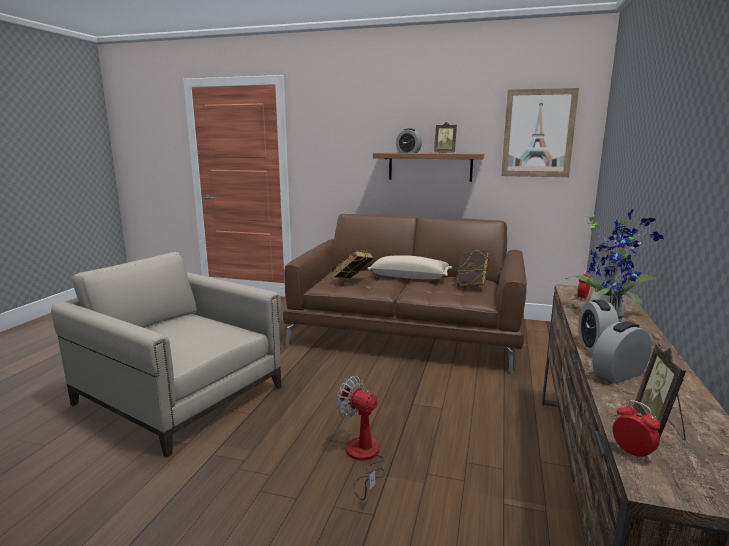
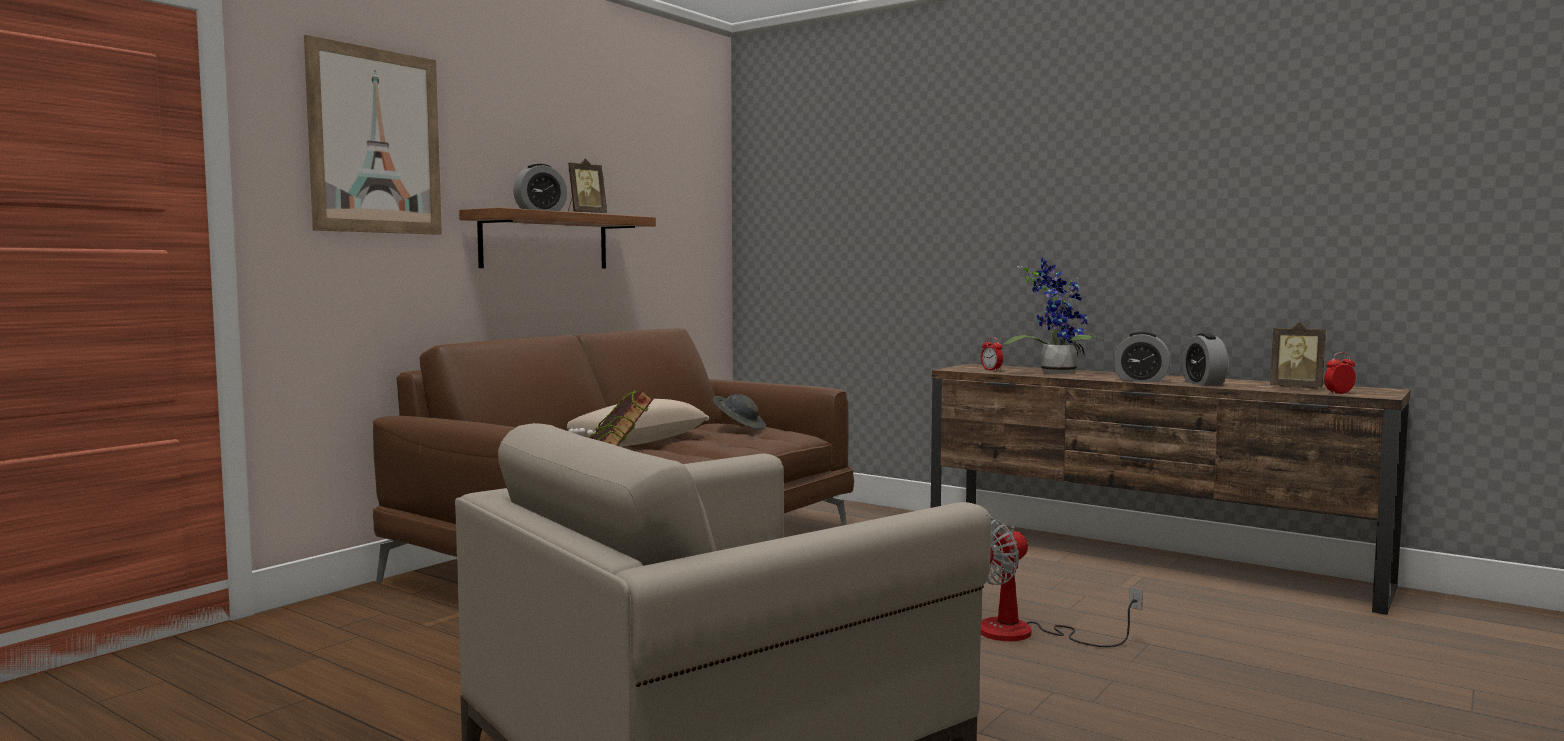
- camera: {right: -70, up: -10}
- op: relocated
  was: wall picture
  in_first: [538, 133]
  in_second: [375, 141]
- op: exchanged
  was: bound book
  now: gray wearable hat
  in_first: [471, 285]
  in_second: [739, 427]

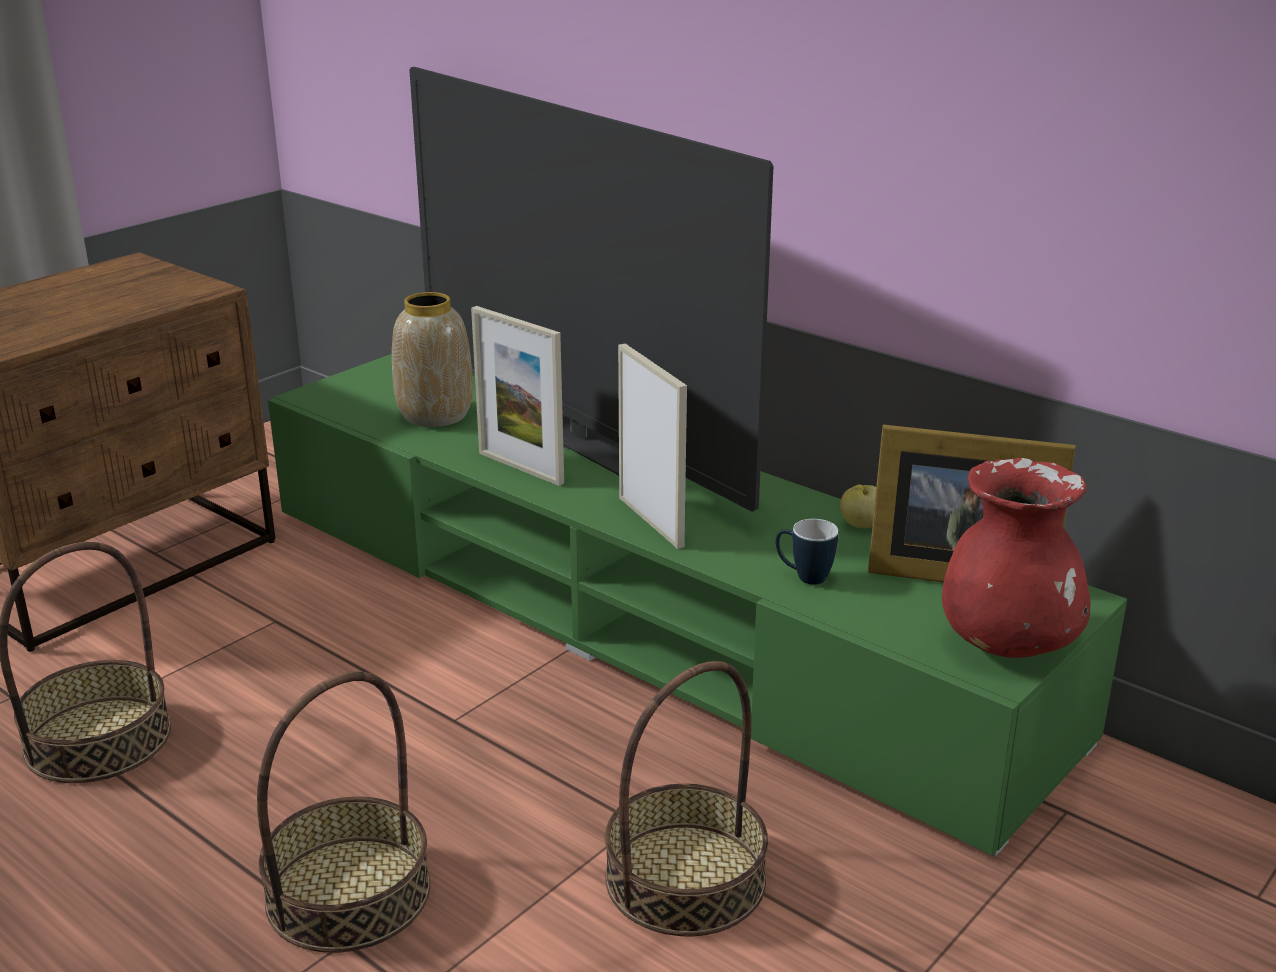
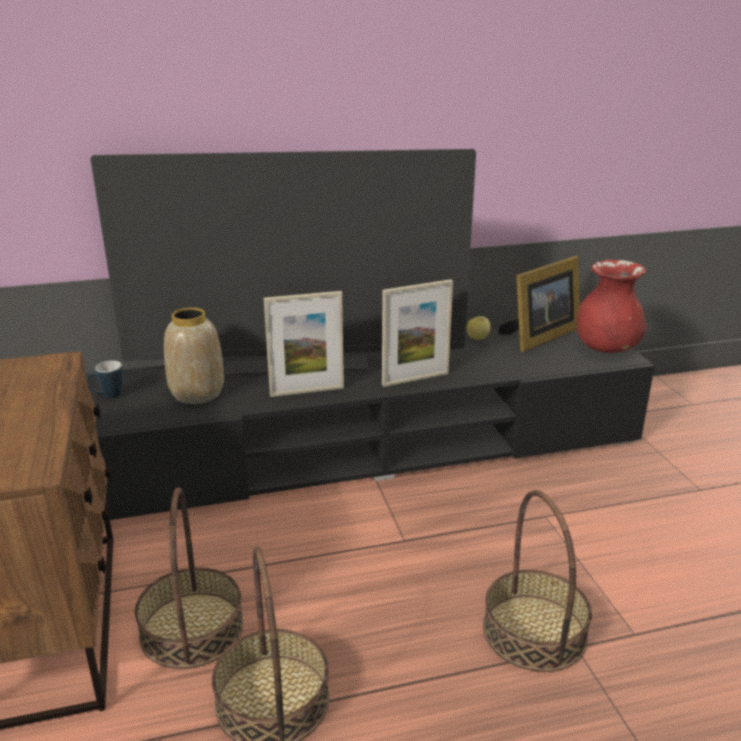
- camera: {right: -55, up: 0}
- op: relocated
  was: household basket
  in_first: [685, 878]
  in_second: [191, 629]
- op: relocated
  was: coffee mug
  in_first: [803, 577]
  in_second: [108, 396]
- op: colour
  was: green tv unit
  now: black tv unit
  in_first: [639, 618]
  in_second: [371, 449]
- op: spun
  was: picture frame
  in_first: [650, 521]
  in_second: [415, 379]
  clockwise: 150

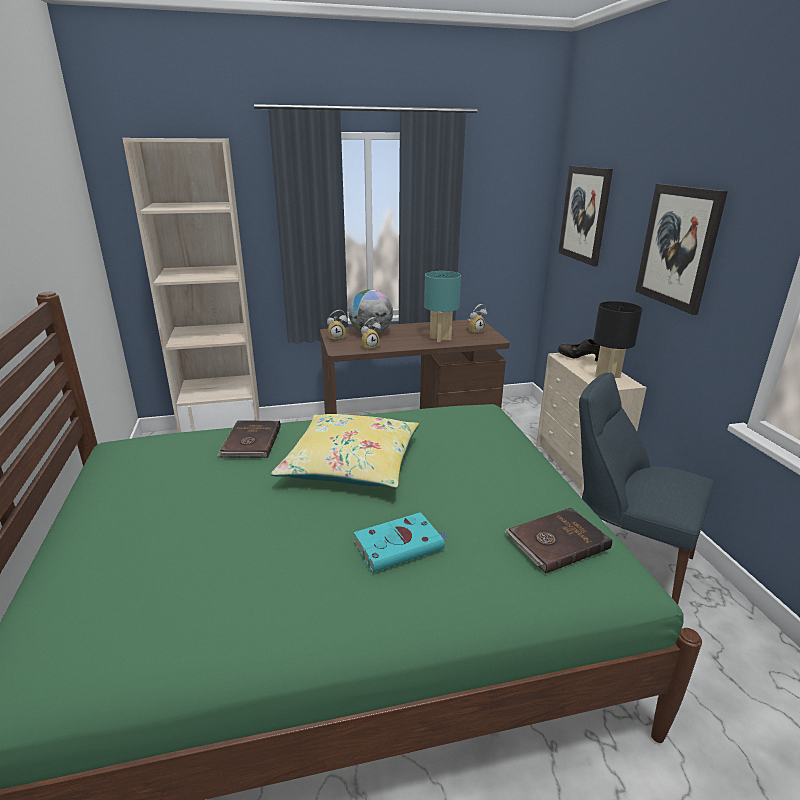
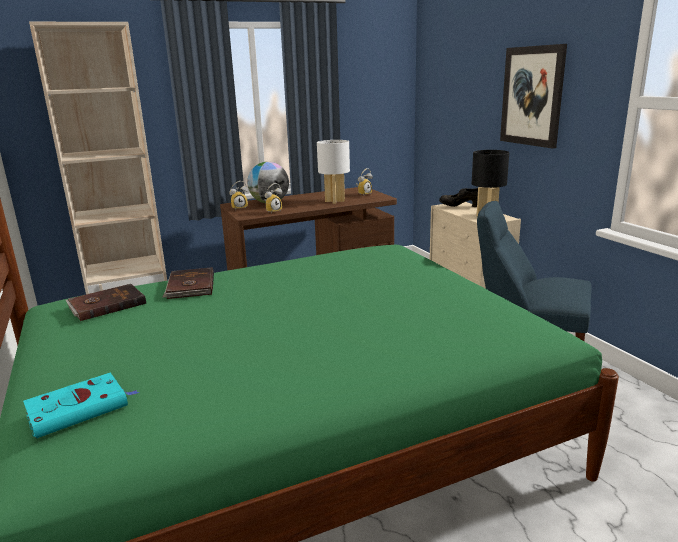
- camera: {right: -10, up: -5}
- op: missing
  was: yellowish cushion
  in_first: [351, 463]
- op: missing
  was: wall picture
  in_first: [585, 214]
- op: relocated
  was: blue-green bound book
  in_first: [400, 545]
  in_second: [80, 408]
- op: relocated
  was: brown-coloured bound book
  in_first: [556, 542]
  in_second: [106, 304]
- op: colour
  was: blue-green table lamp
  now: white table lamp
  in_first: [440, 338]
  in_second: [335, 201]

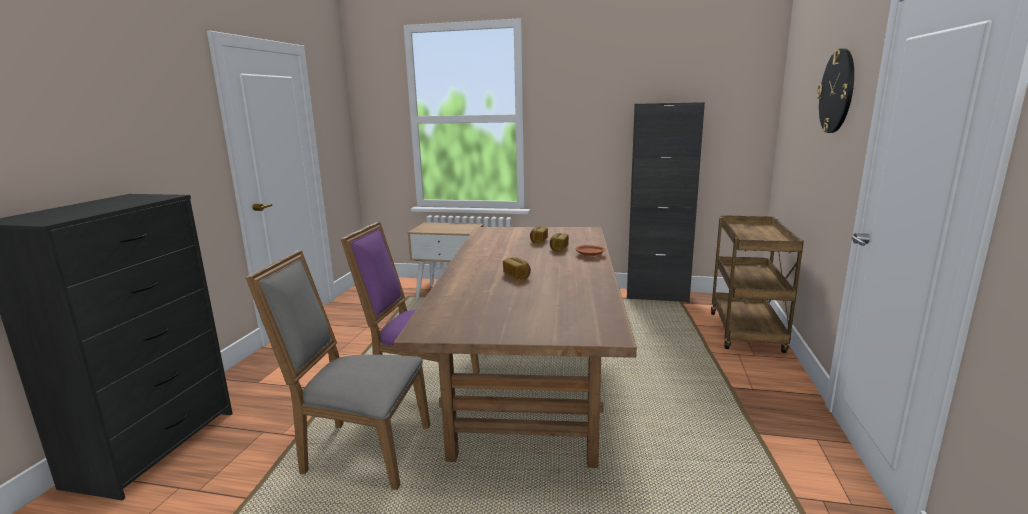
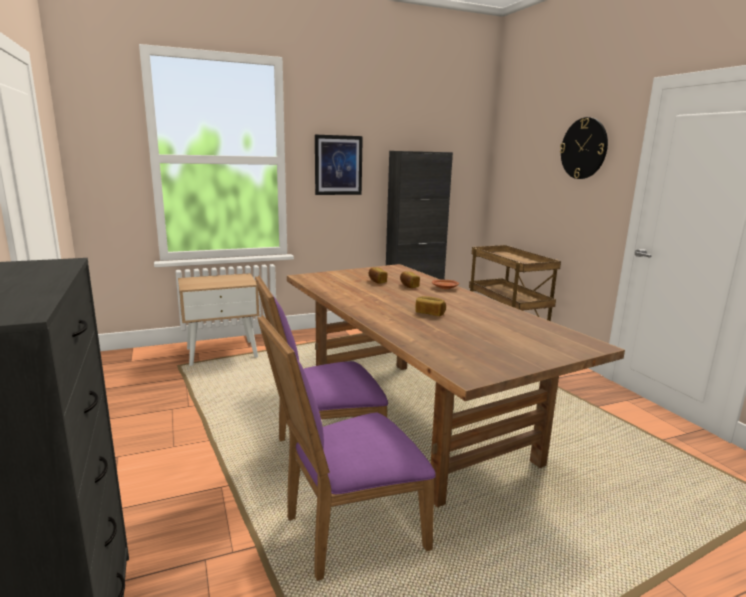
- camera: {right: -35, up: 0}
- op: appeared
  now: wall picture
  in_second: [338, 165]
- op: colour
  was: gray plain chair
  now: purple plain chair
  in_first: [360, 451]
  in_second: [346, 532]

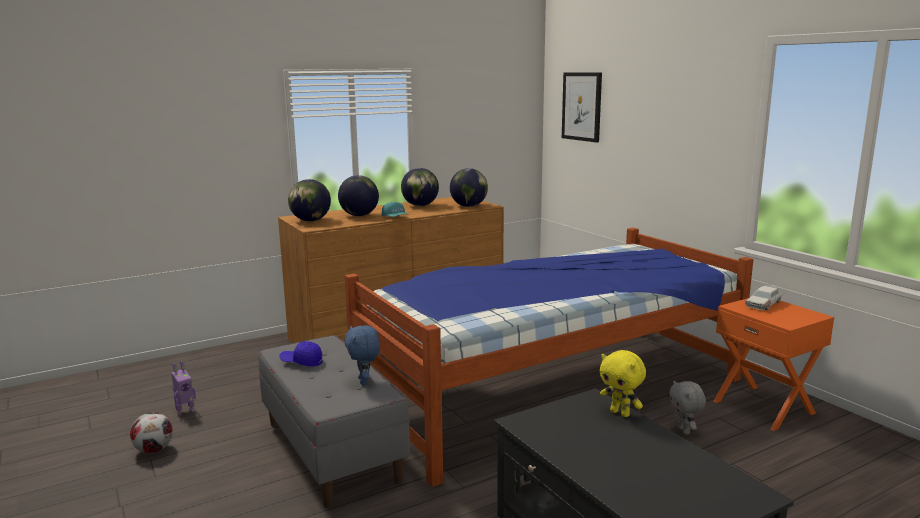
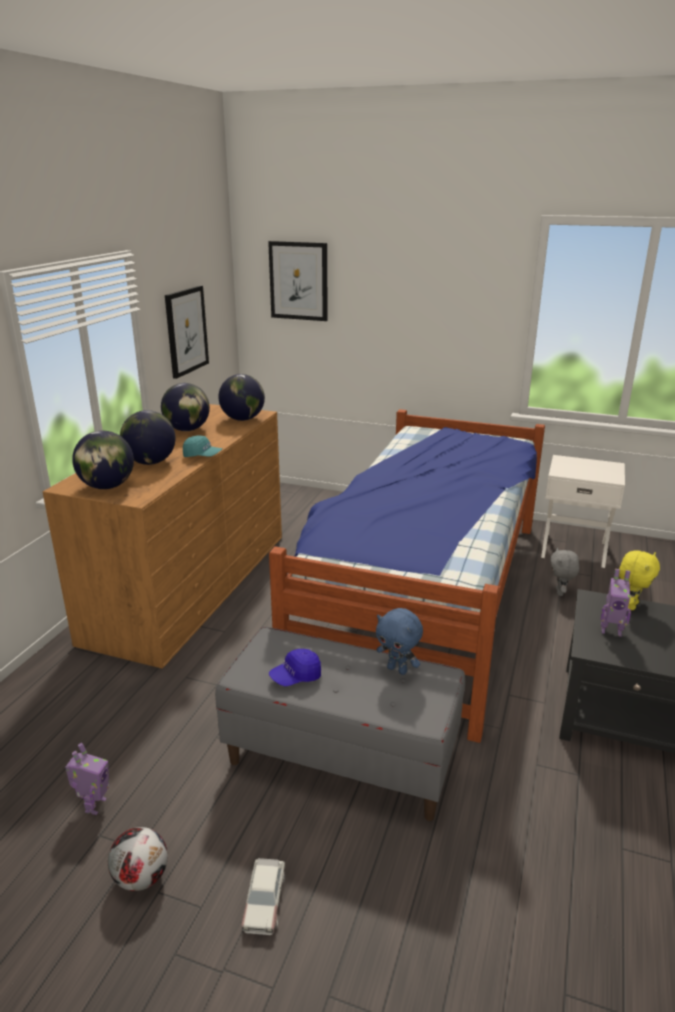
- camera: {right: -40, up: 10}
- op: appeared
  now: wall picture
  in_second: [186, 331]
- op: appeared
  now: toy robot
  in_second: [611, 630]
- op: relocated
  was: model car
  in_first: [763, 304]
  in_second: [264, 900]
- op: colour
  was: orange-coloured night table
  now: white night table
  in_first: [764, 407]
  in_second: [574, 549]
- op: spun
  was: yellowish cuddly toy
  in_first: [620, 413]
  in_second: [631, 605]
  clockwise: -60
- op: spun
  was: gray cuddly toy
  in_first: [684, 431]
  in_second: [560, 592]
  clockwise: 60

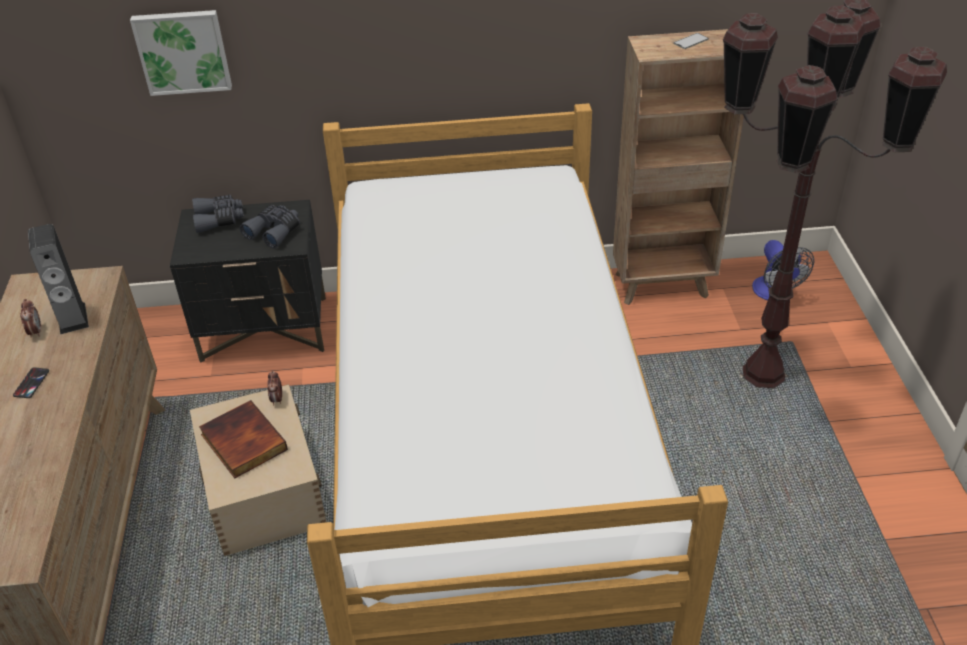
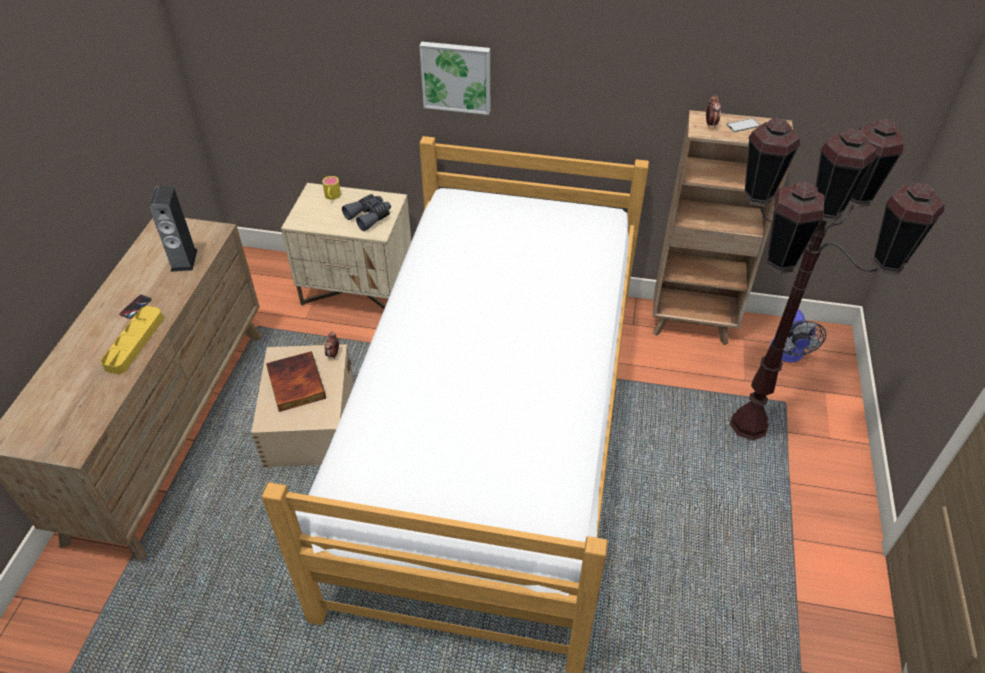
- camera: {right: 15, up: 5}
- op: appeared
  now: yellowish carrying tray
  in_second: [134, 342]
- op: relocated
  was: table clock
  in_first: [35, 332]
  in_second: [710, 124]
- op: relocated
  was: wall picture
  in_first: [183, 51]
  in_second: [456, 76]
- op: exchanged
  was: gray binoculars
  now: yellowish coffee mug
  in_first: [219, 219]
  in_second: [332, 197]
- op: colour
  was: black night table
  now: beige-coloured night table
  in_first: [265, 329]
  in_second: [358, 289]

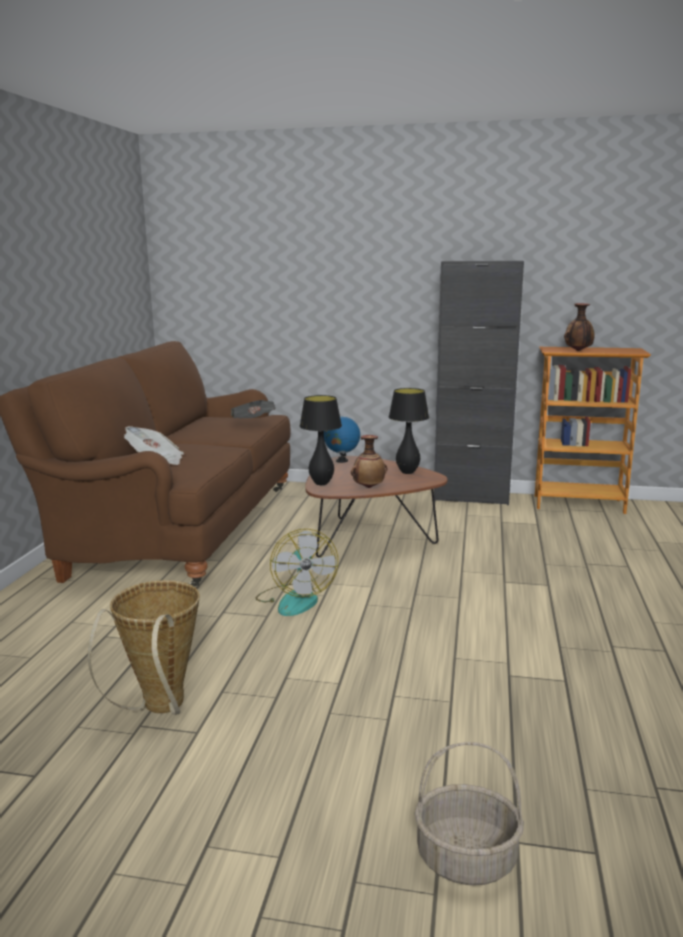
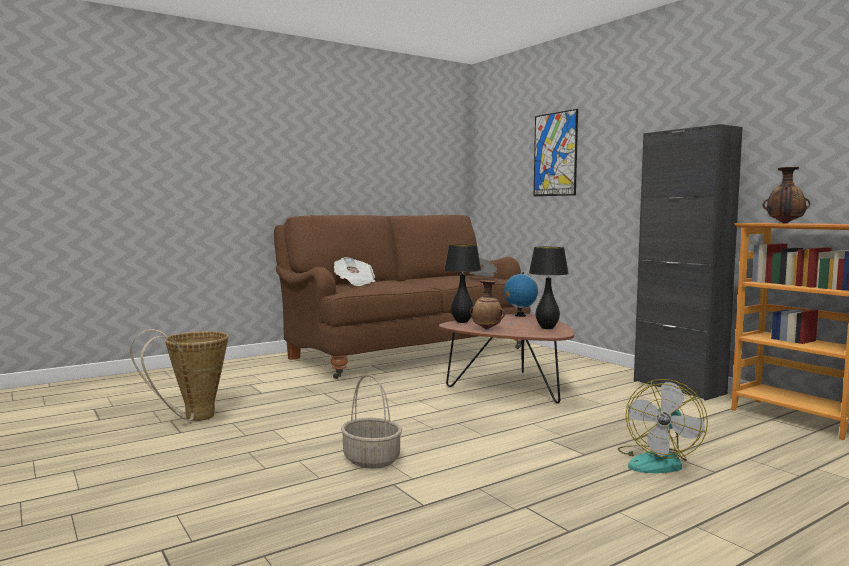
- camera: {right: 45, up: -10}
- op: appeared
  now: wall picture
  in_second: [555, 154]
- op: relocated
  was: electric fan
  in_first: [295, 599]
  in_second: [658, 461]
- op: relocated
  was: household basket
  in_first: [465, 859]
  in_second: [370, 459]

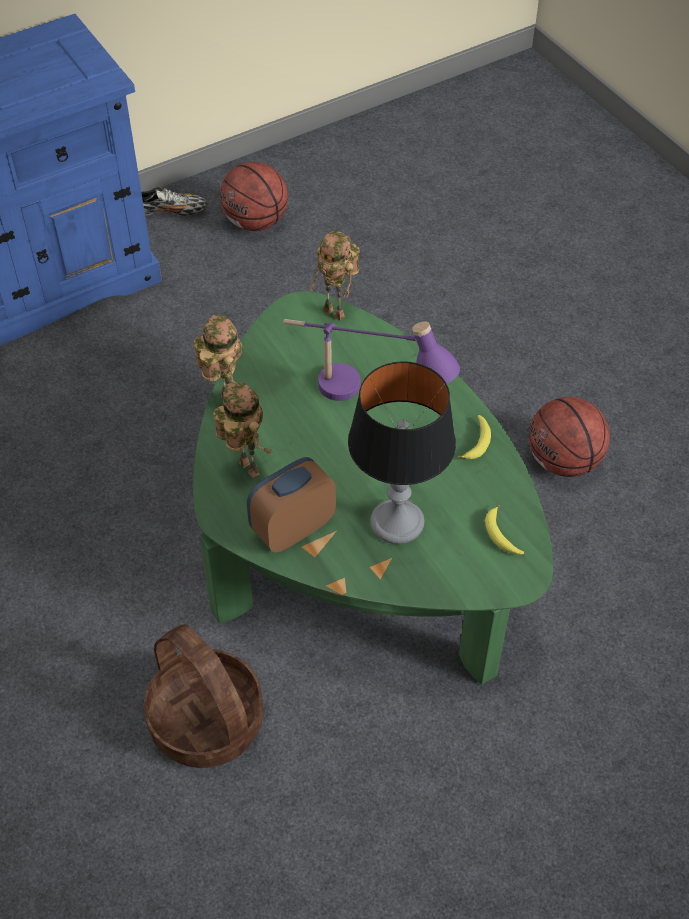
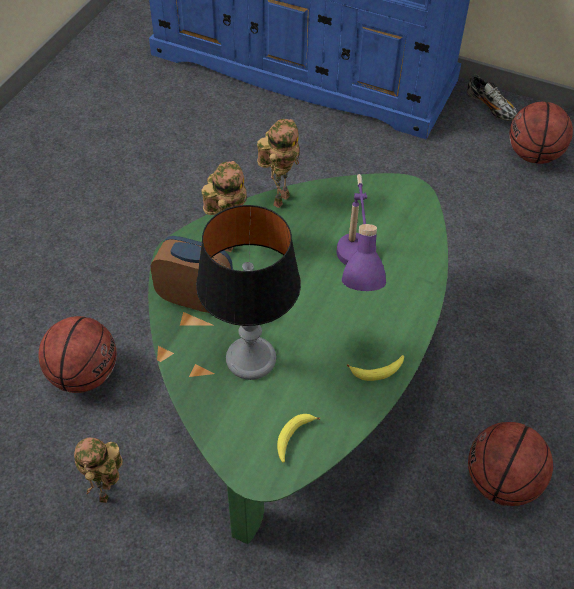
- camera: {right: 55, up: 0}
- op: relocated
  was: toy robot
  in_first: [337, 313]
  in_second: [107, 494]
- op: exchanged
  was: household basket
  now: basketball
  in_first: [205, 721]
  in_second: [84, 374]

